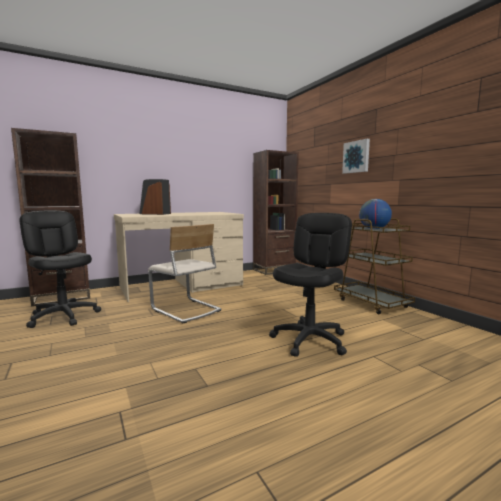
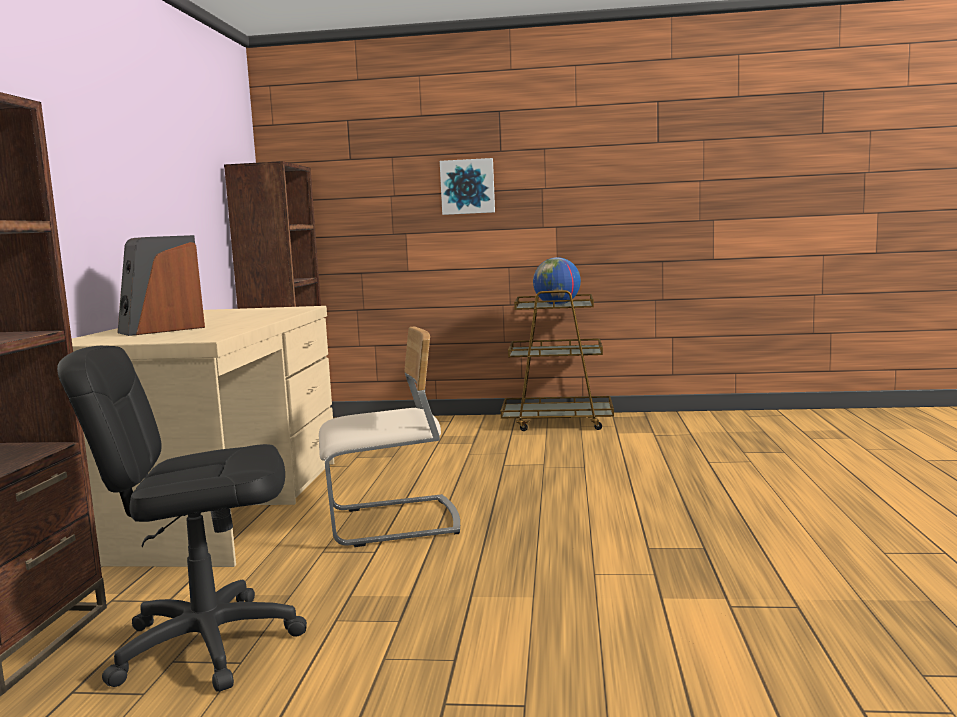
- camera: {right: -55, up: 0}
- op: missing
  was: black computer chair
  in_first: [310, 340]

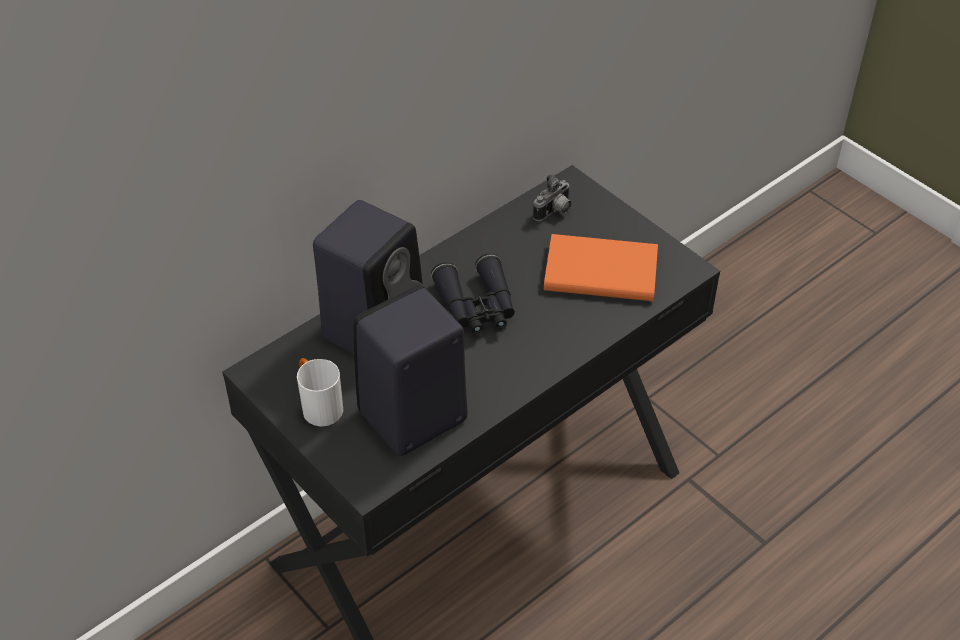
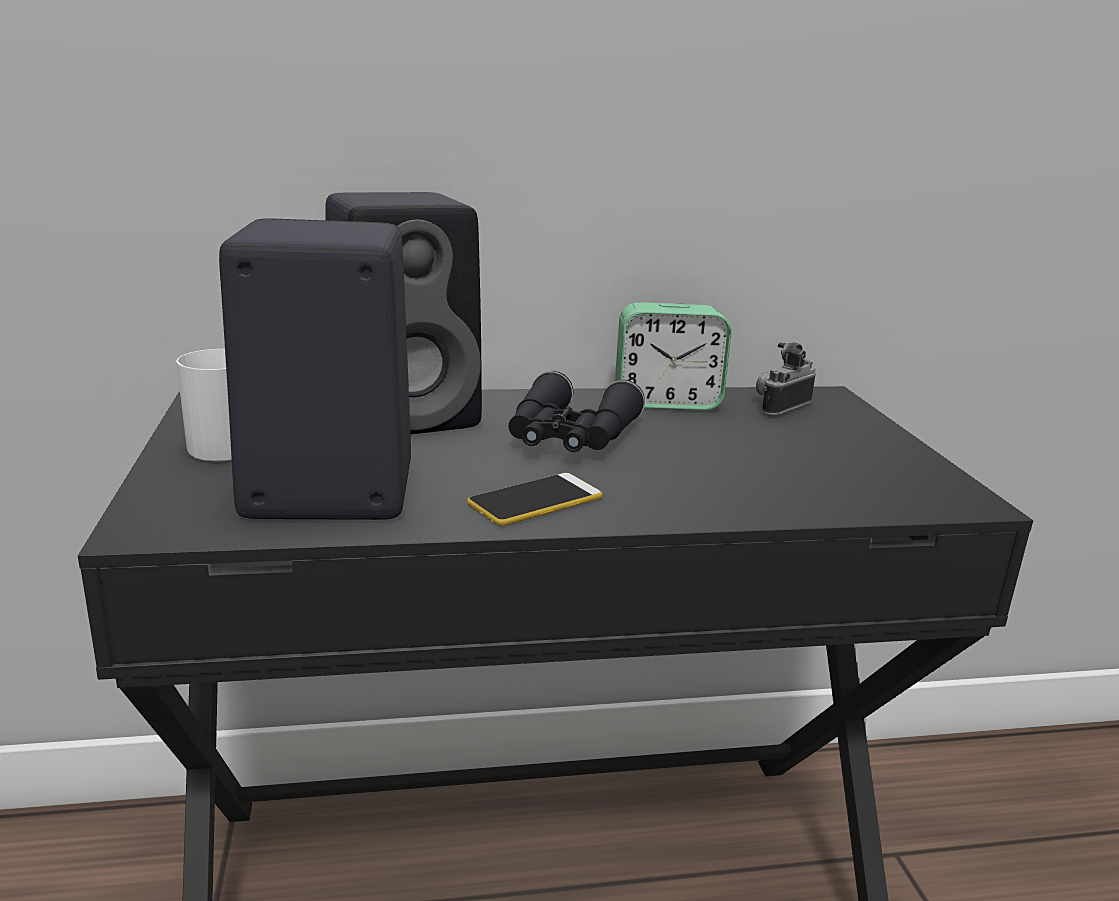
- camera: {right: 30, up: -25}
- op: missing
  was: orange-coloured bound book
  in_first: [599, 270]
- op: appeared
  now: handset
  in_second: [535, 501]
- op: appeared
  now: table clock
  in_second: [666, 402]
- op: spun
  was: still camera
  in_first: [554, 212]
  in_second: [779, 406]
  clockwise: 150

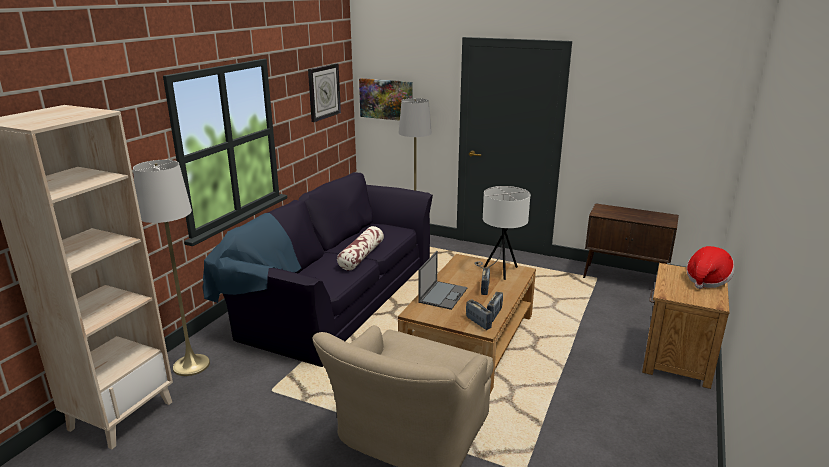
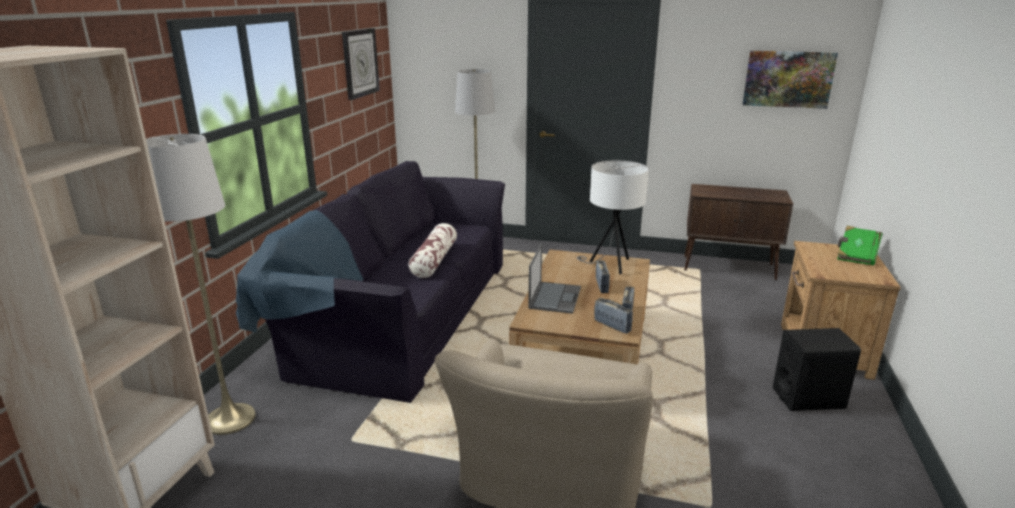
- camera: {right: -10, up: 0}
- op: appeared
  now: black speaker
  in_second: [808, 398]
- op: relocated
  was: wall picture
  in_first: [386, 99]
  in_second: [788, 79]
- op: exchanged
  was: wearable hat
  now: green bound book
  in_first: [706, 280]
  in_second: [856, 255]

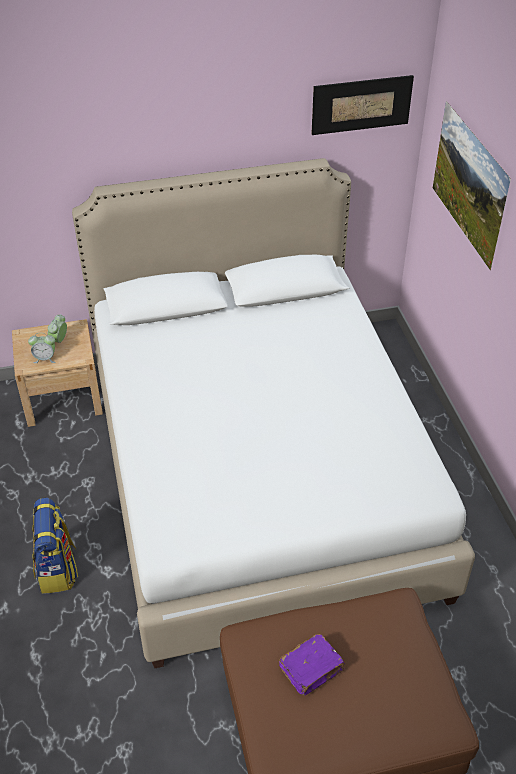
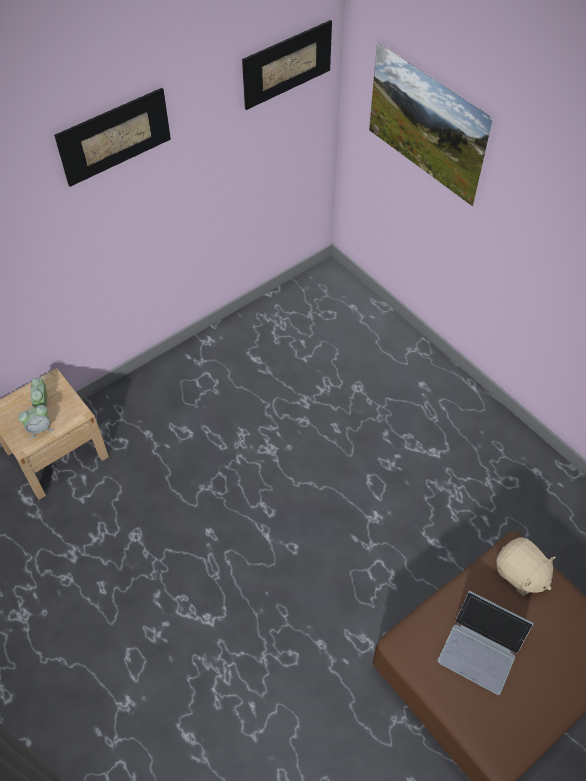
- camera: {right: -25, up: 10}
- op: missing
  was: backpack
  in_first: [58, 569]
- op: missing
  was: white bed
  in_first: [257, 473]
- op: appeared
  now: wall picture
  in_second: [114, 136]
- op: appeared
  now: beige-coloured cuddly toy
  in_second: [520, 574]
- op: exchanged
  was: purple bound book
  now: portable computer
  in_first: [312, 669]
  in_second: [481, 649]

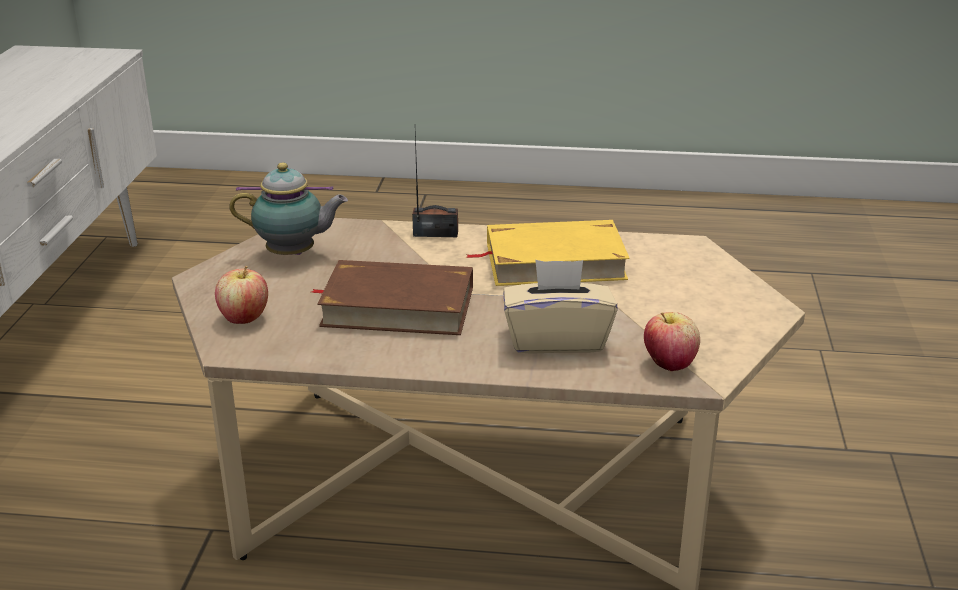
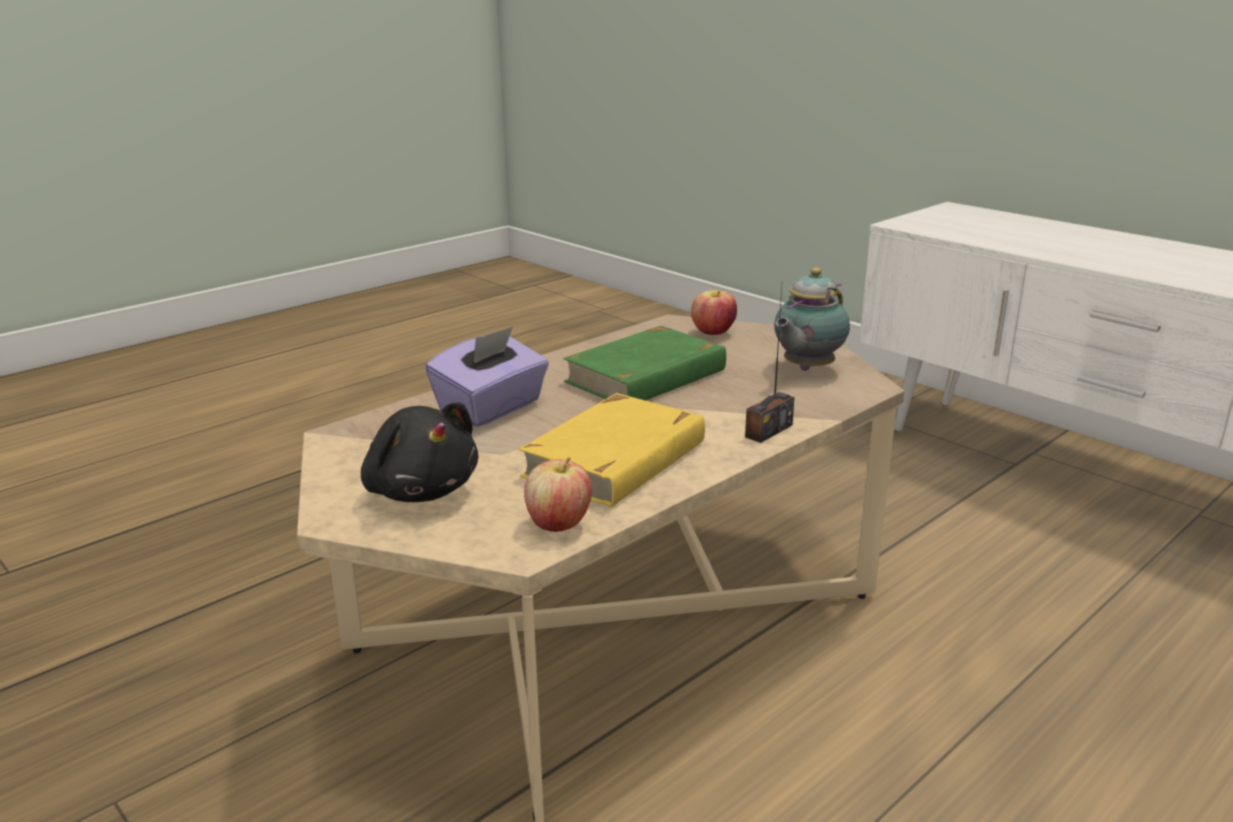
- camera: {right: 130, up: -5}
- op: appeared
  now: black cuddly toy
  in_second: [420, 490]
- op: relocated
  was: whole apple
  in_first: [669, 364]
  in_second: [559, 524]
- op: colour
  was: brown-coloured bound book
  now: green bound book
  in_first: [397, 306]
  in_second: [647, 376]
- op: colour
  was: beige-coloured tissue box
  now: purple tissue box
  in_first: [557, 339]
  in_second: [492, 408]

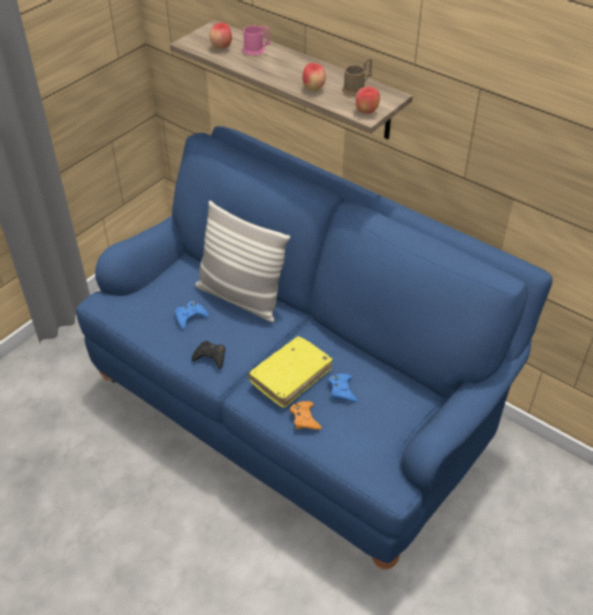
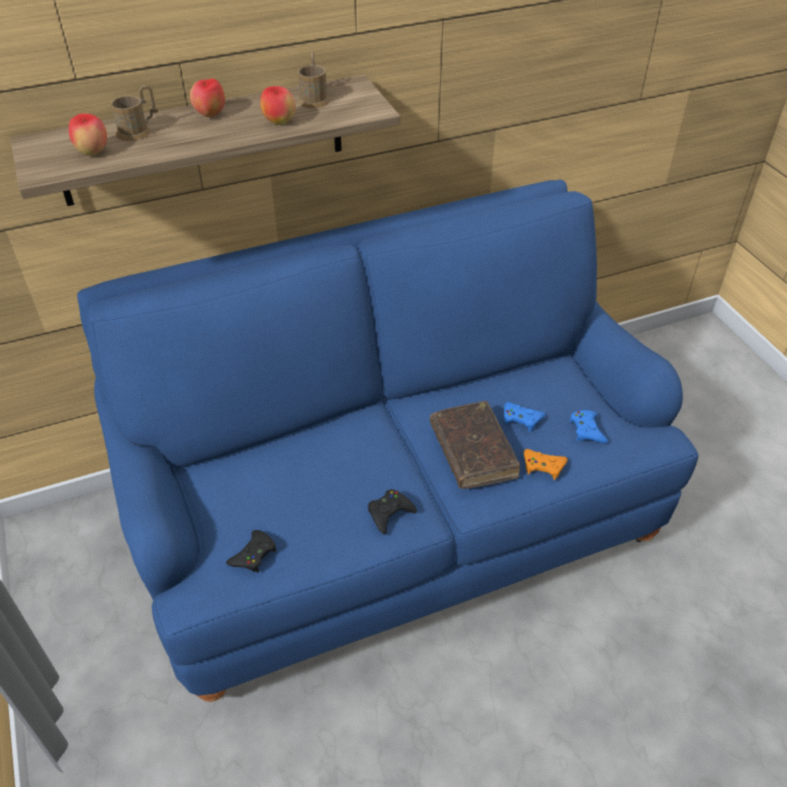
- camera: {right: -60, up: 0}
- op: missing
  was: cushion
  in_first: [240, 298]
- op: appeared
  now: black joypad
  in_second: [253, 555]
- op: relocated
  was: blue-coloured joypad
  in_first: [190, 317]
  in_second: [587, 430]
- op: relocated
  was: whole apple
  in_first: [366, 111]
  in_second: [210, 115]
- op: colour
  was: pink-coloured coffee mug
  now: brown-coloured coffee mug
  in_first: [256, 50]
  in_second: [138, 131]
- op: colour
  was: yellowish bound book
  now: brown-coloured bound book
  in_first: [290, 376]
  in_second: [473, 452]

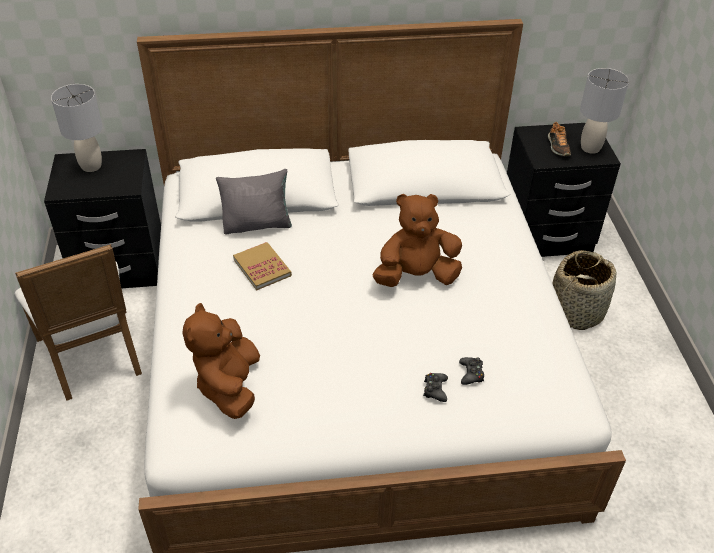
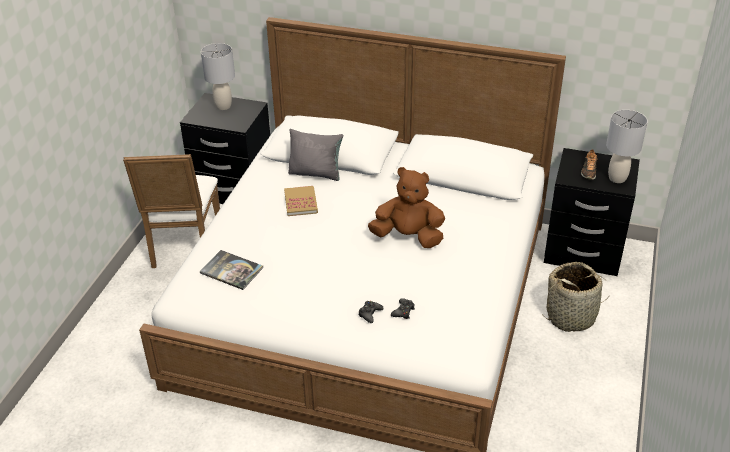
- camera: {right: 25, up: -5}
- op: exchanged
  was: brown-coloured cuddly toy
  now: bound book
  in_first: [229, 386]
  in_second: [231, 270]

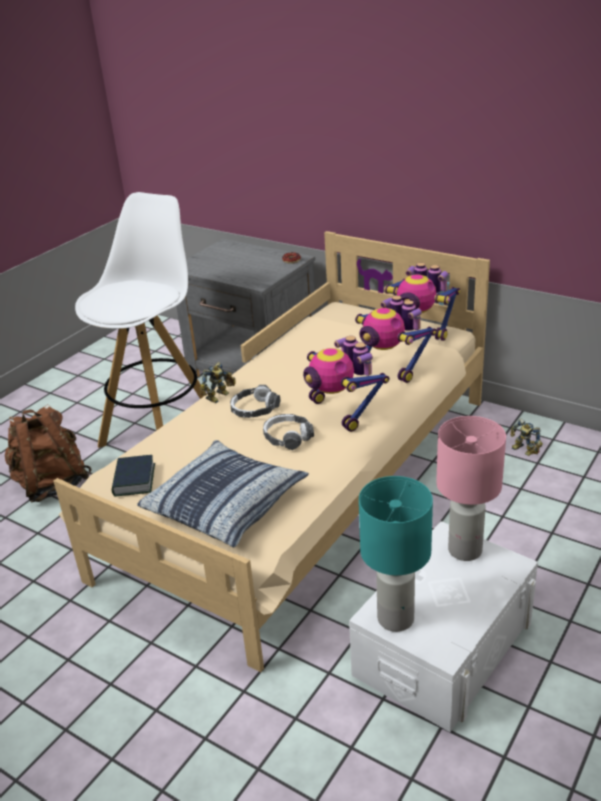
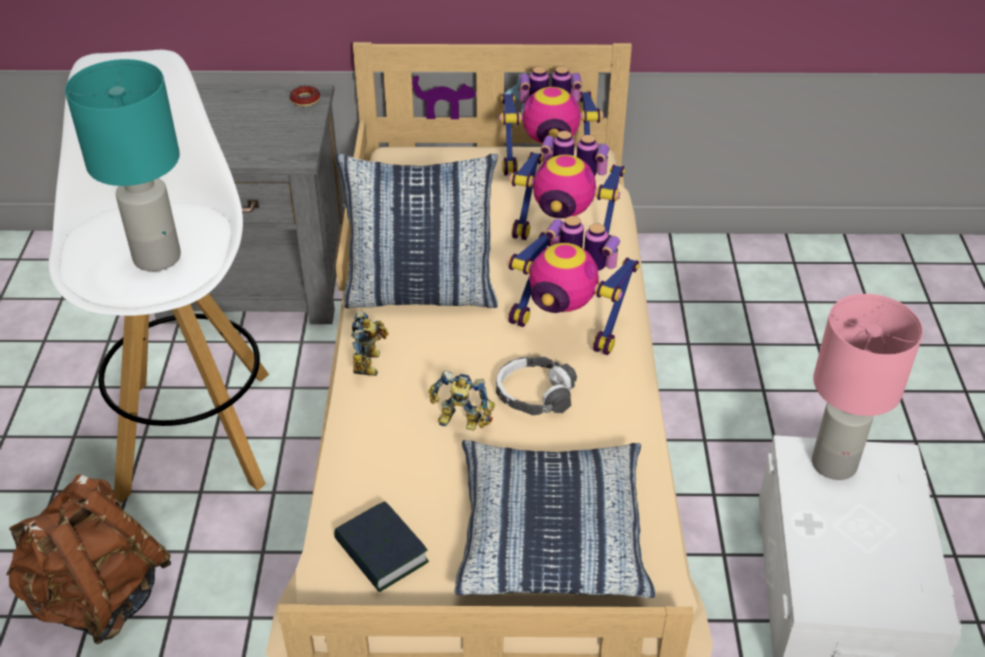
- camera: {right: -35, up: 10}
- op: missing
  was: headphones
  in_first: [254, 409]
- op: appeared
  now: cushion
  in_second: [421, 293]
- op: relocated
  was: blue-green table lamp
  in_first: [395, 617]
  in_second: [156, 257]
- op: relocated
  was: toy robot
  in_first: [523, 451]
  in_second: [460, 422]

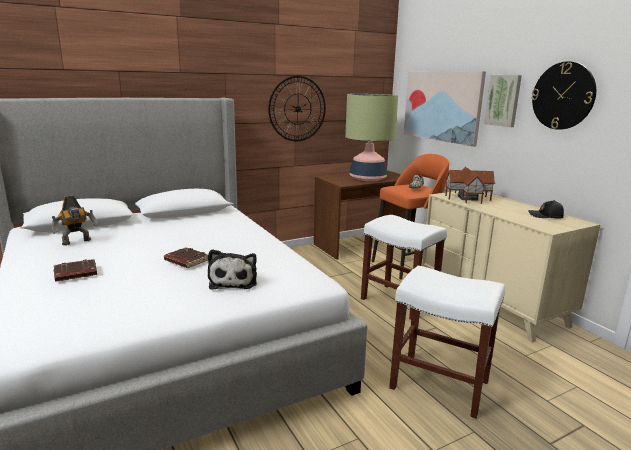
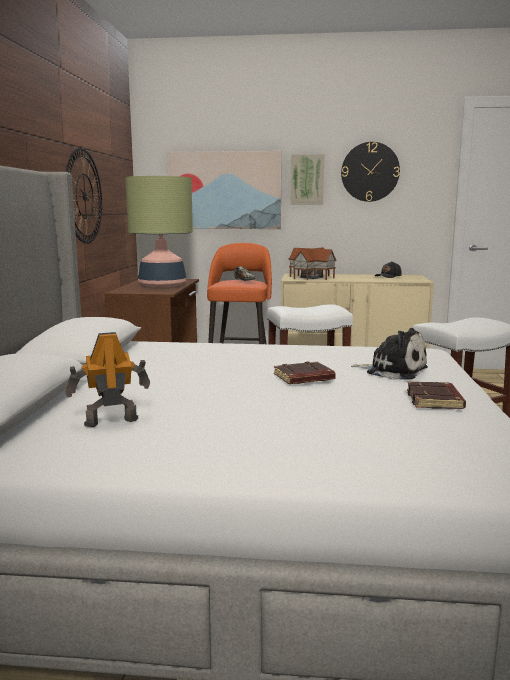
- camera: {right: -55, up: -5}
- op: relocated
  was: brown-coloured bound book
  in_first: [75, 274]
  in_second: [435, 401]
- op: spun
  was: toy robot
  in_first: [77, 242]
  in_second: [110, 421]
  clockwise: -105

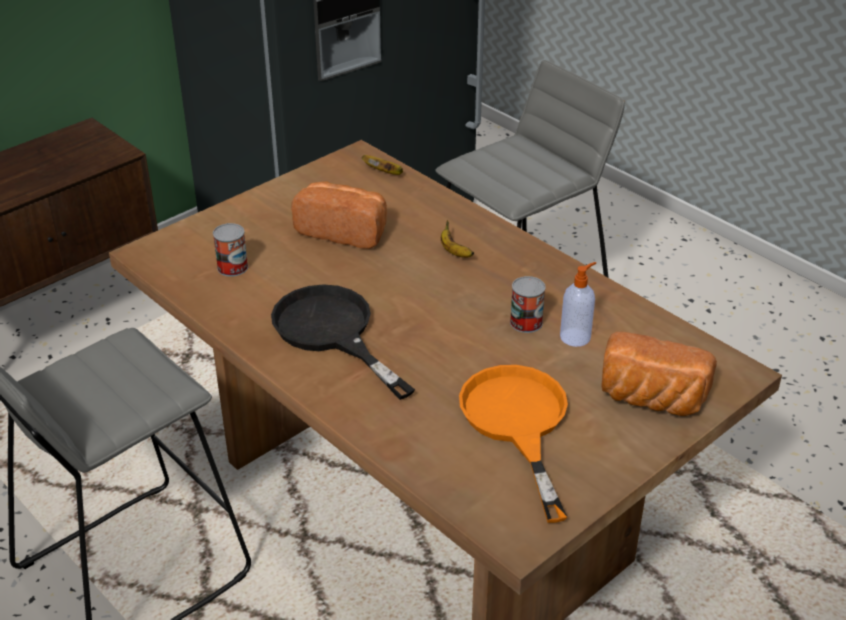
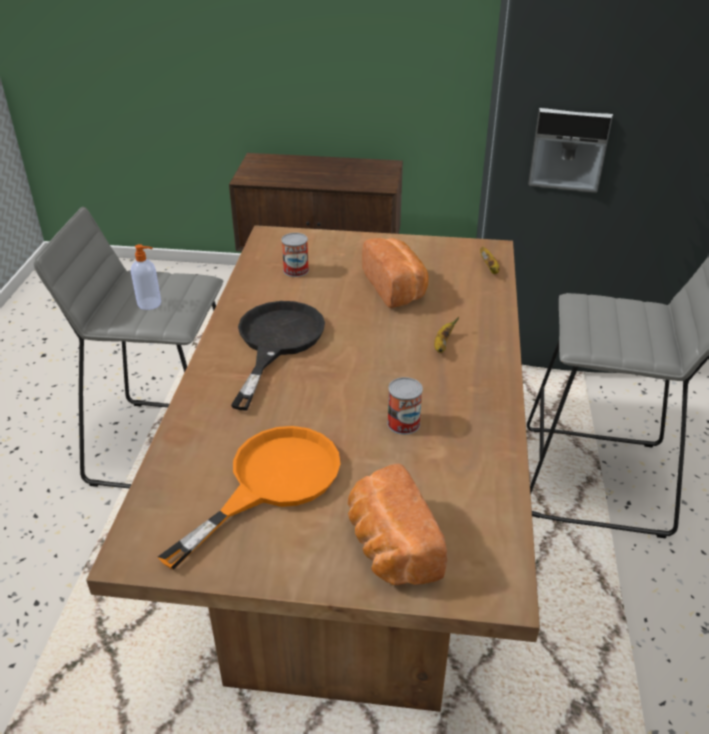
- camera: {right: 50, up: 0}
- op: relocated
  was: soap dispenser
  in_first: [576, 337]
  in_second: [150, 303]

